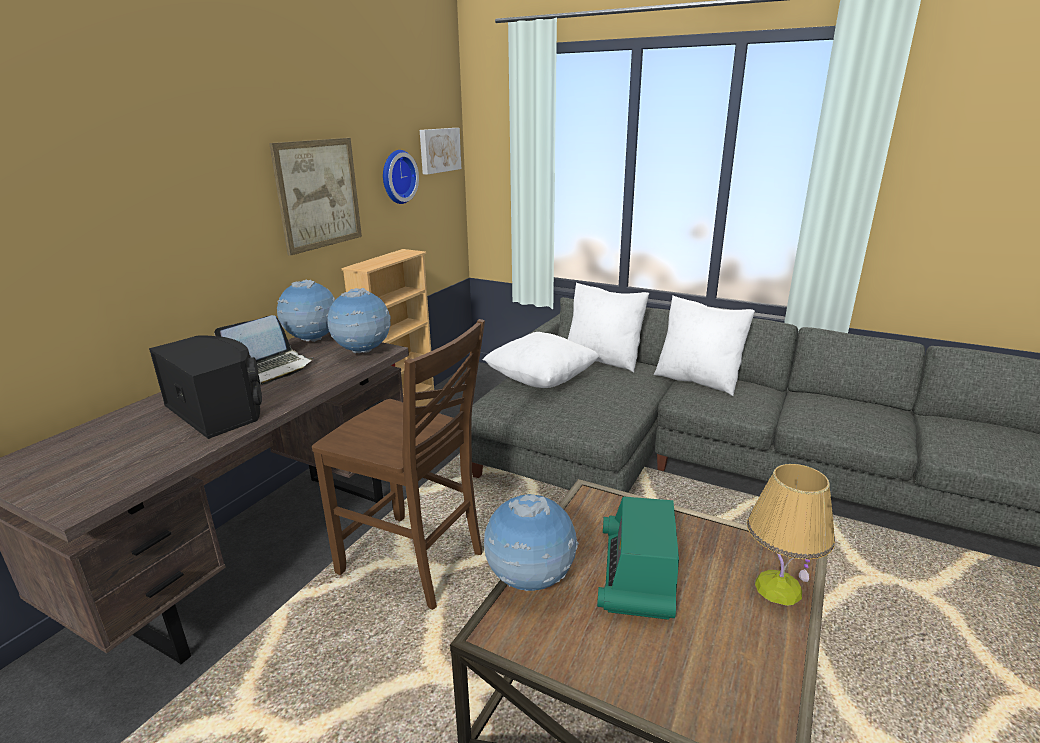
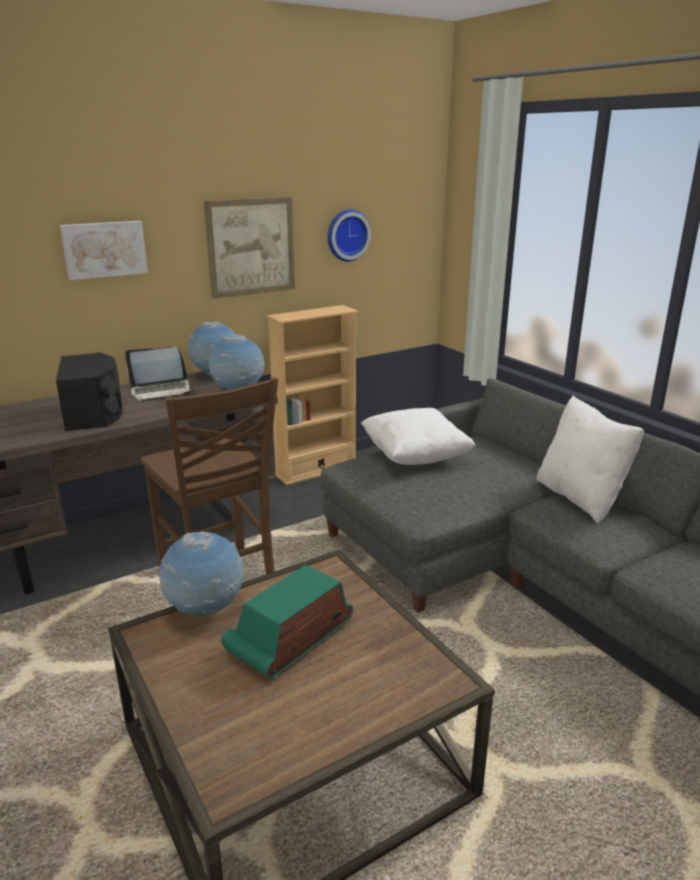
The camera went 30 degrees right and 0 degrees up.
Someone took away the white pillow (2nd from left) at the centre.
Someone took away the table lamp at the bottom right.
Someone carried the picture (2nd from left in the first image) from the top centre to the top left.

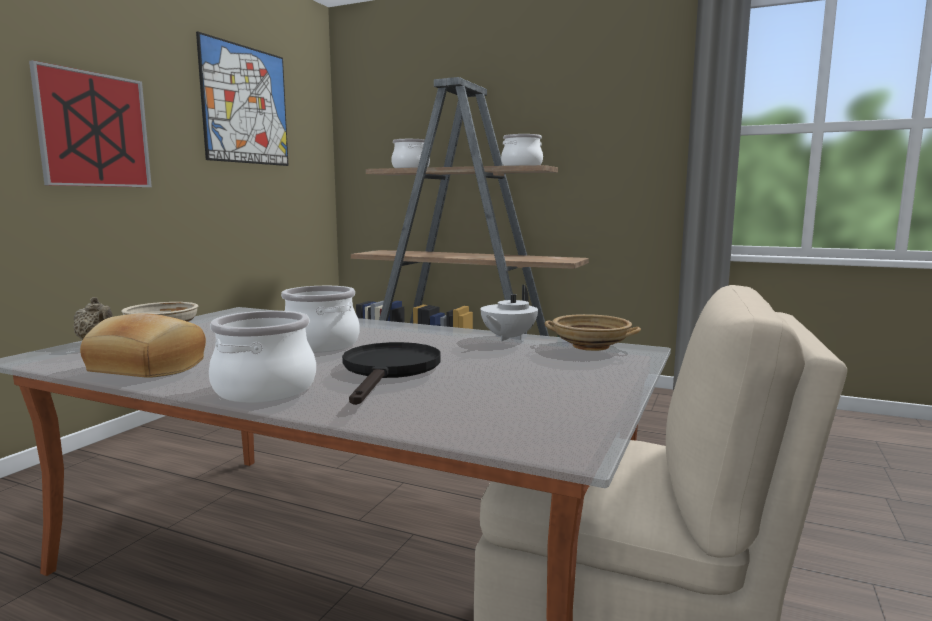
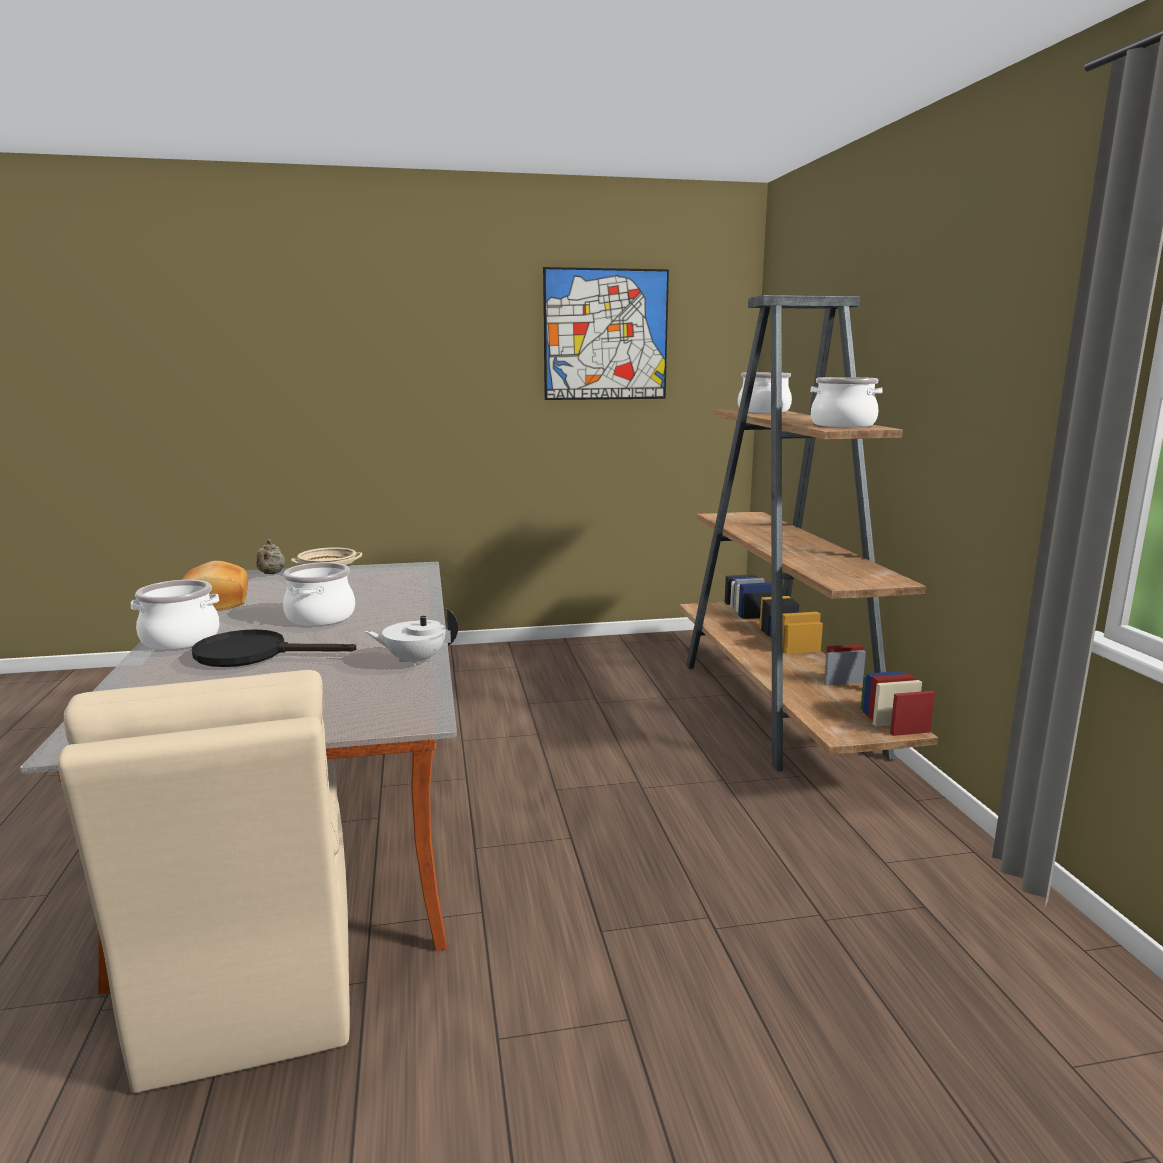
The camera went 55 degrees right and 5 degrees up.
Someone took away the picture (1st from left) at the top left.
Someone took away the beige bowl (2nd from left) at the centre.
Someone rotated the black frying pan at the centre by 150 degrees counterclockwise.

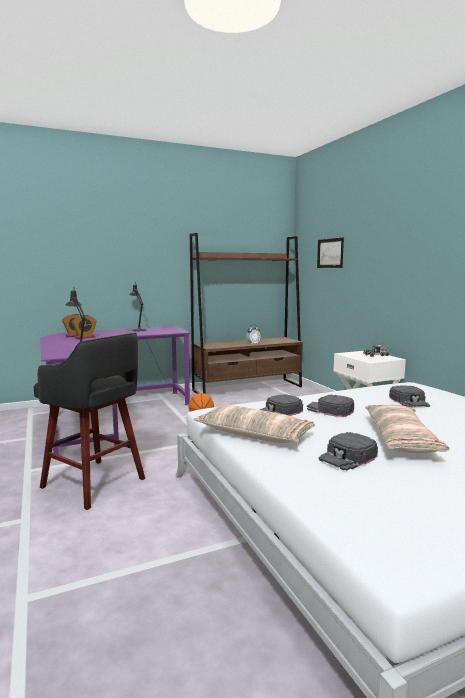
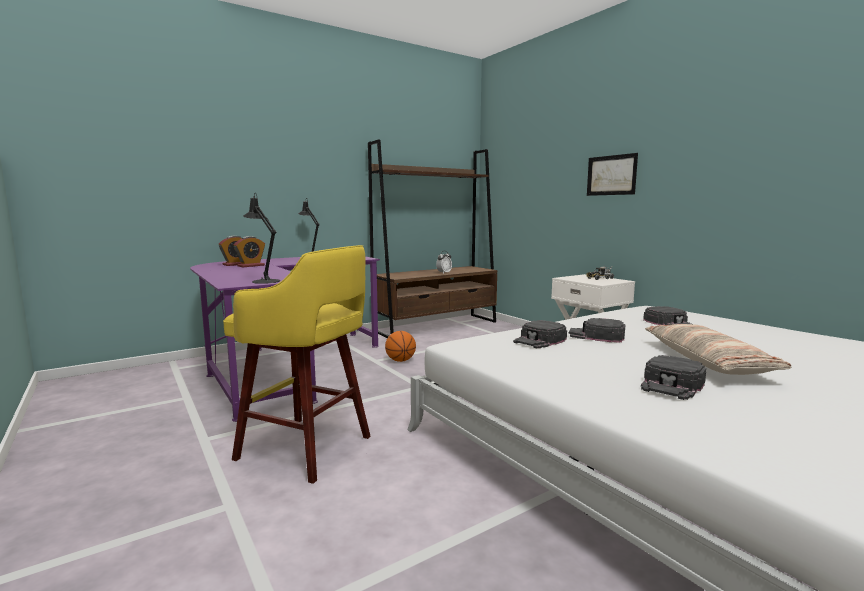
The camera went 10 degrees left and 0 degrees up.
Someone took away the pillow (1st from left) at the centre.
Someone carried the picture from the middle right to the top right.
Someone repainted the black stool at the middle left, which became the yellow stool at the centre.

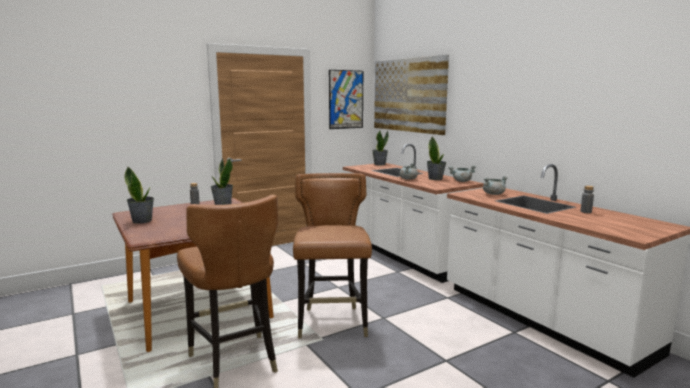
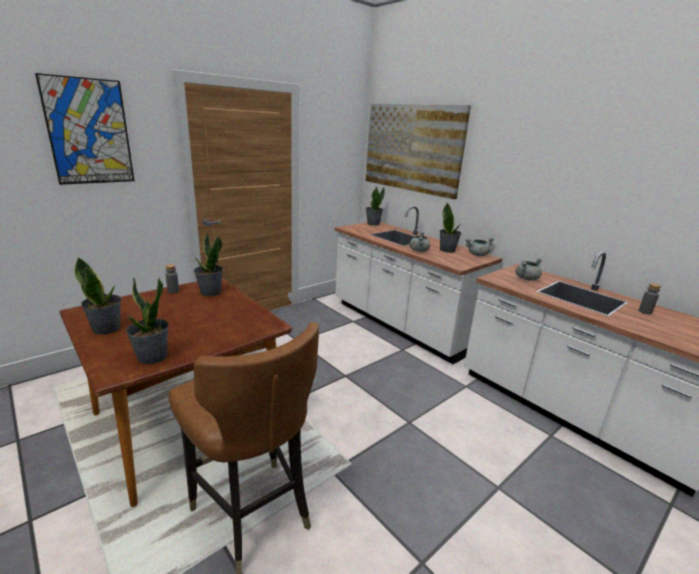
The camera went 10 degrees left and 10 degrees up.
Someone took away the brown chair (2nd from left) at the centre.
Someone put down the potted plant (2nd from left) at the middle left.
Someone carried the picture (1st from left) from the top centre to the top left.

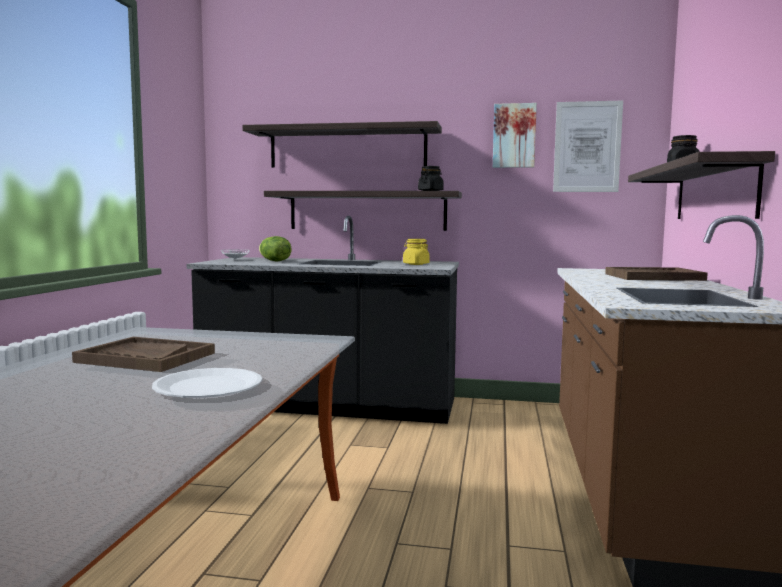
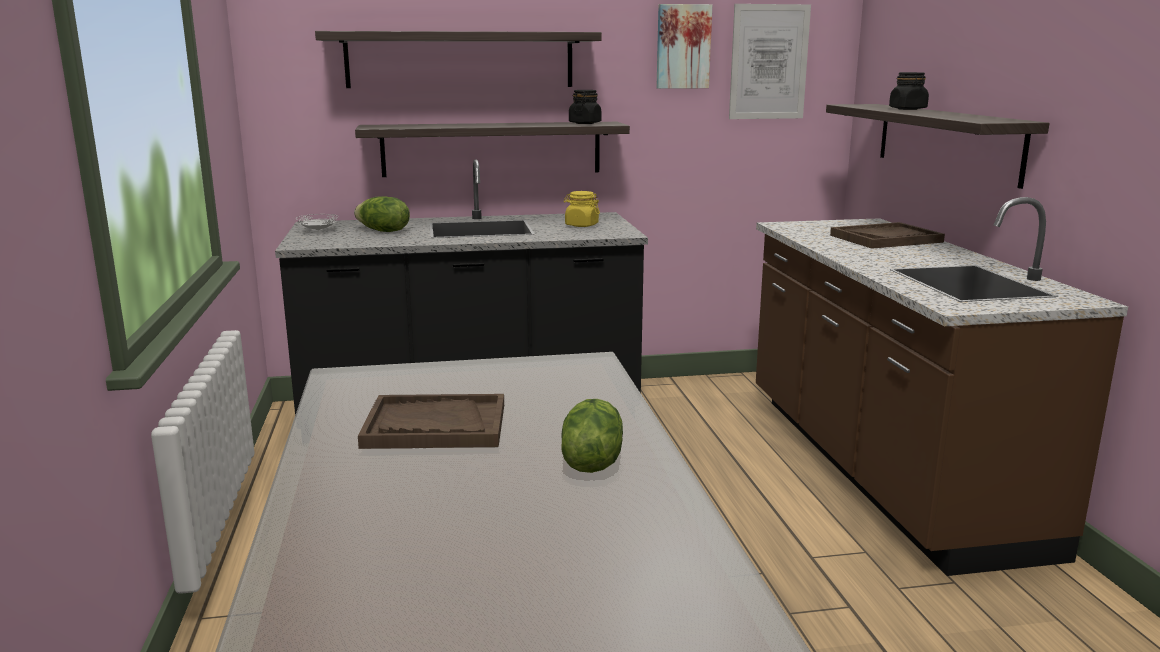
The camera went 20 degrees left and 10 degrees up.
Someone swapped the white plate (1st from left) at the middle left for the lettuce (2nd from left) at the bottom centre.

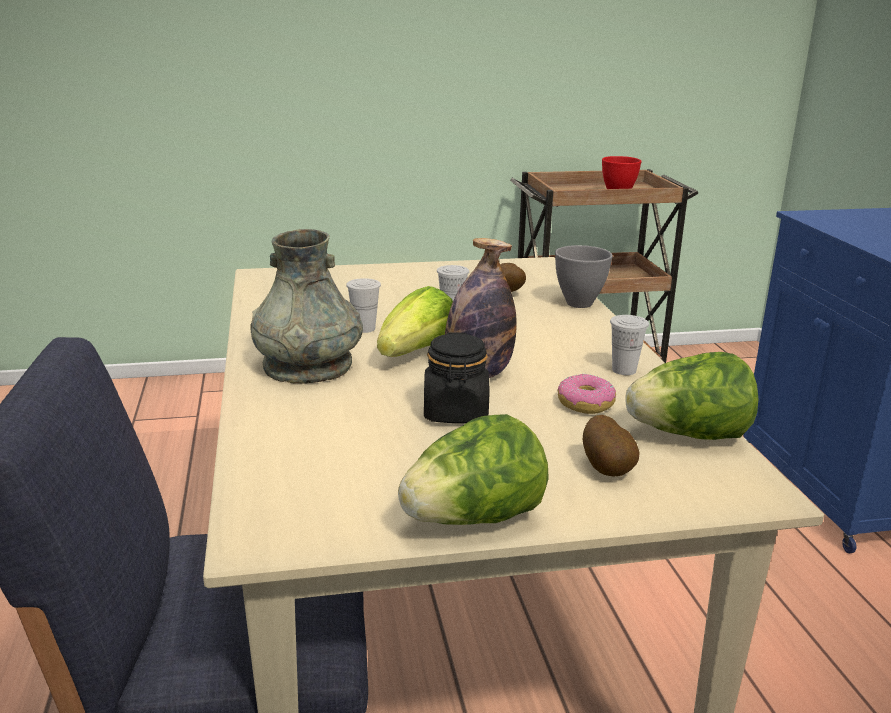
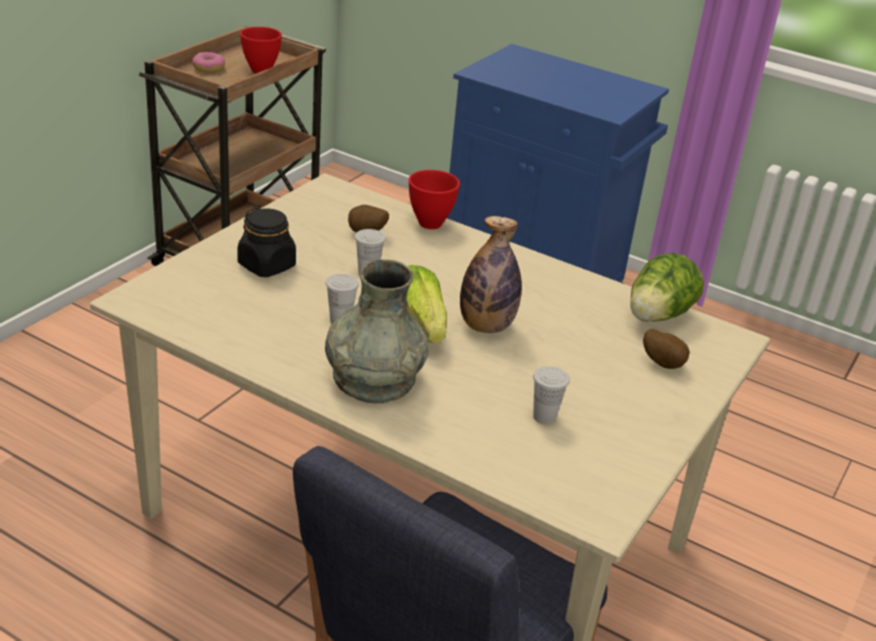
The camera went 50 degrees left and 10 degrees up.
Someone took away the lettuce (2nd from left) at the centre.
Someone carried the black jar from the centre to the middle left.
Someone carried the donut from the centre to the top left.
Someone carried the white cup (3rd from left) from the middle right to the centre.
Someone repainted the grey bowl at the centre, which became the red bowl (2nd from left) at the top centre.

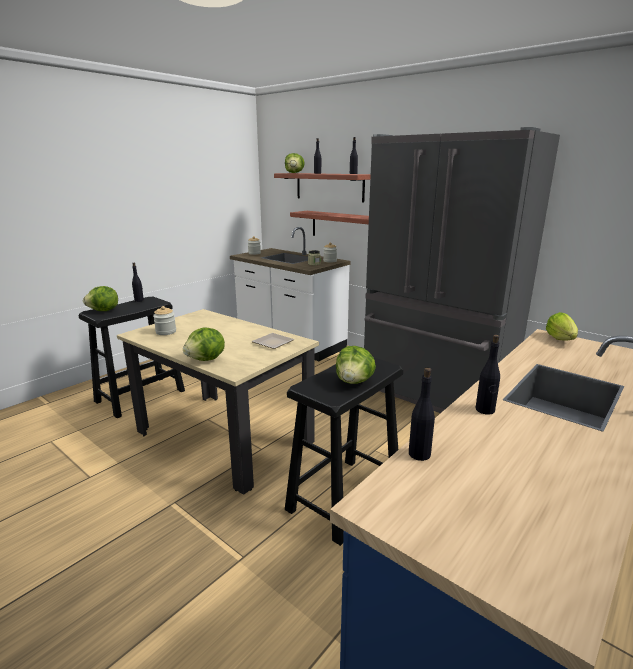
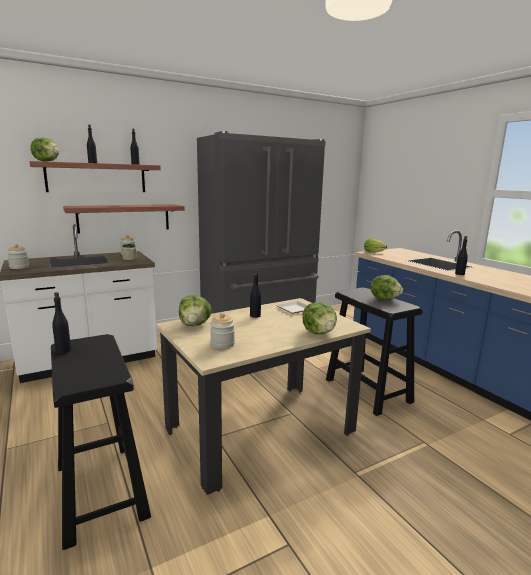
The camera went 70 degrees left and 5 degrees down.
Someone carried the lettuce (1st from left in the first image) from the middle left to the centre.
Someone carried the black bottle (4th from left) from the middle right to the centre.

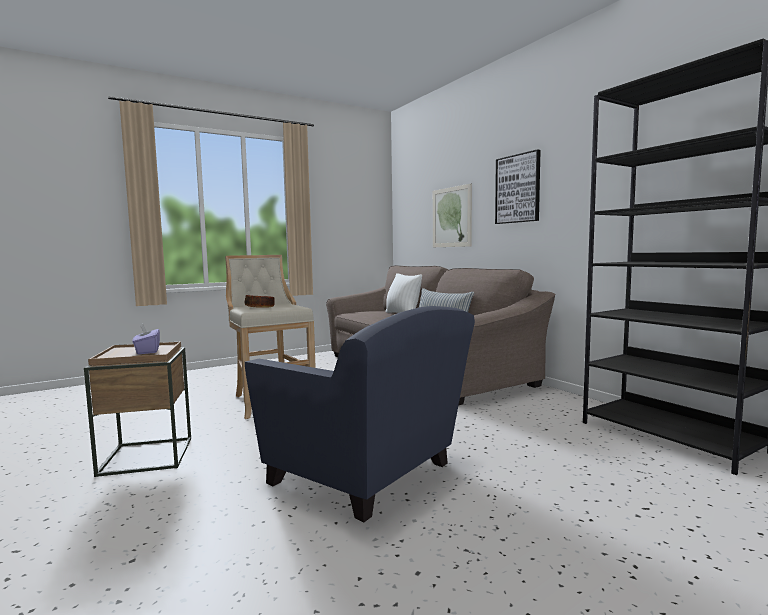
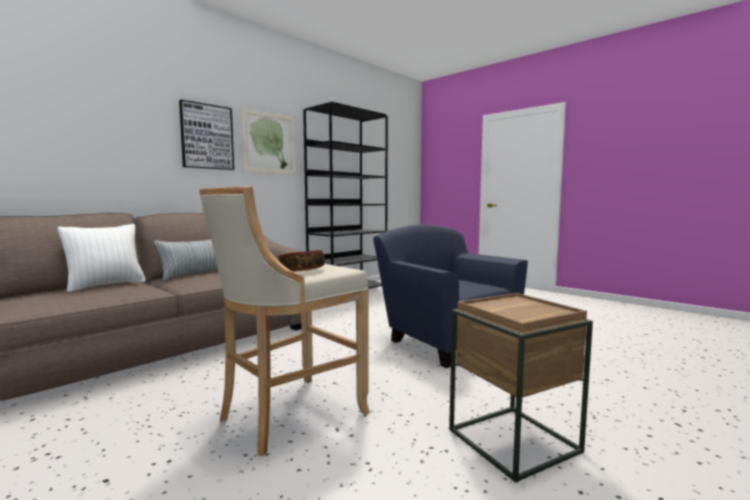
The camera went 105 degrees left and 0 degrees up.
Someone took away the purple tissue box at the middle left.
Someone carried the picture (1st from left in the first image) from the centre to the top centre.
Someone rotated the blue armchair at the bottom centre by 60 degrees counterclockwise.

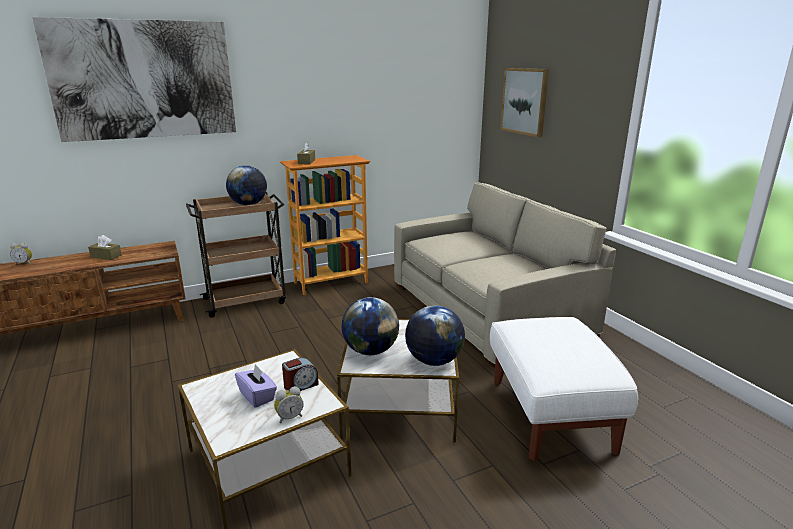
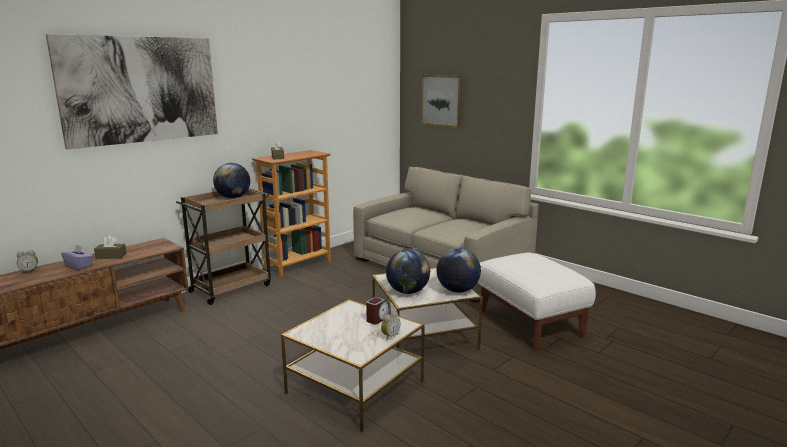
The camera went 20 degrees left and 5 degrees down.
Someone carried the purple tissue box from the bottom left to the middle left.

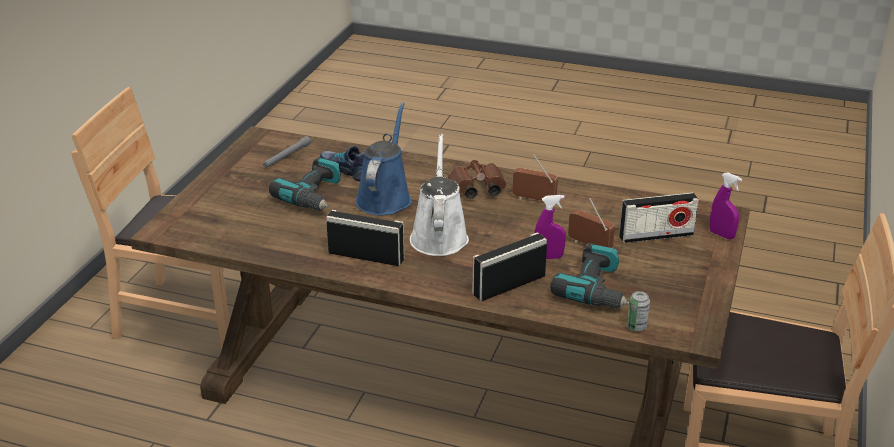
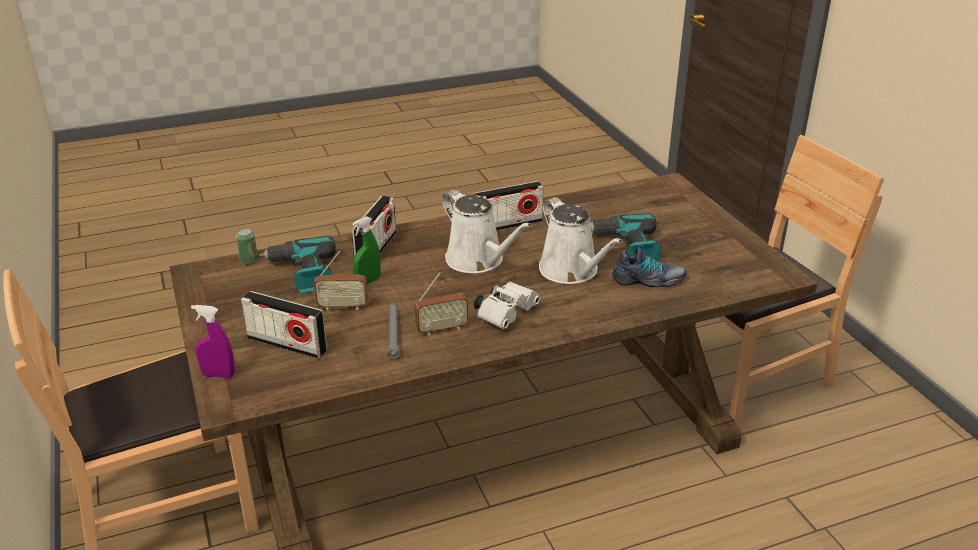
The camera went 140 degrees right and 0 degrees up.
Someone carried the grey flashlight from the middle left to the centre.
Someone repainted the blue watering can at the centre, which became the white watering can (2nd from left) at the centre.
Someone repainted the brown binoculars at the centre, which became the white binoculars at the centre.
Someone repainted the purple spray bottle (1st from left) at the centre, which became the green spray bottle at the centre.
Someone rotated the radio (5th from left in the first image) at the middle right by 105 degrees counterclockwise.

